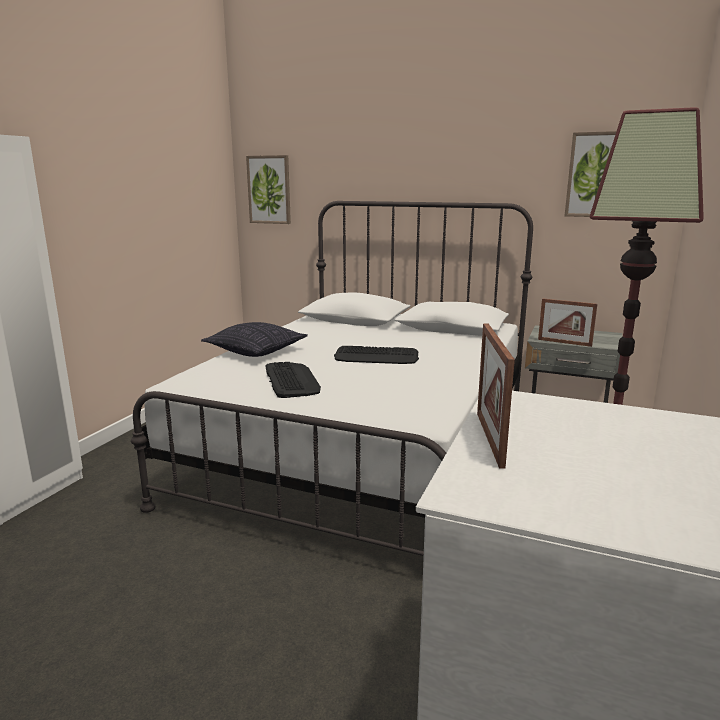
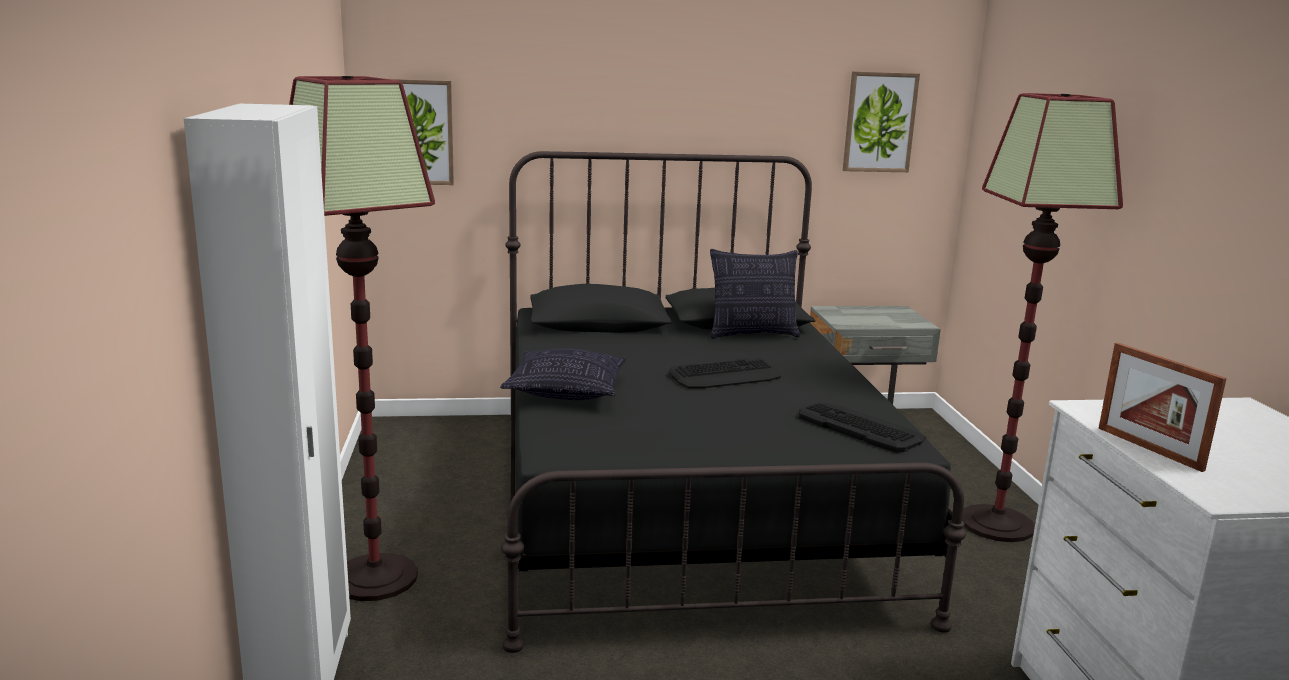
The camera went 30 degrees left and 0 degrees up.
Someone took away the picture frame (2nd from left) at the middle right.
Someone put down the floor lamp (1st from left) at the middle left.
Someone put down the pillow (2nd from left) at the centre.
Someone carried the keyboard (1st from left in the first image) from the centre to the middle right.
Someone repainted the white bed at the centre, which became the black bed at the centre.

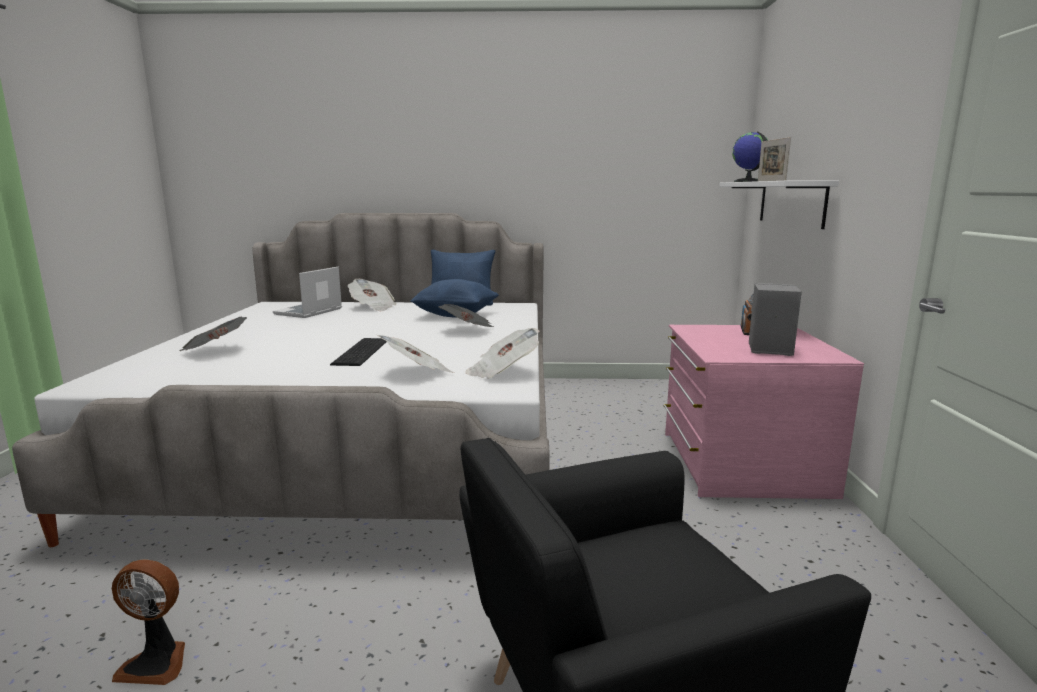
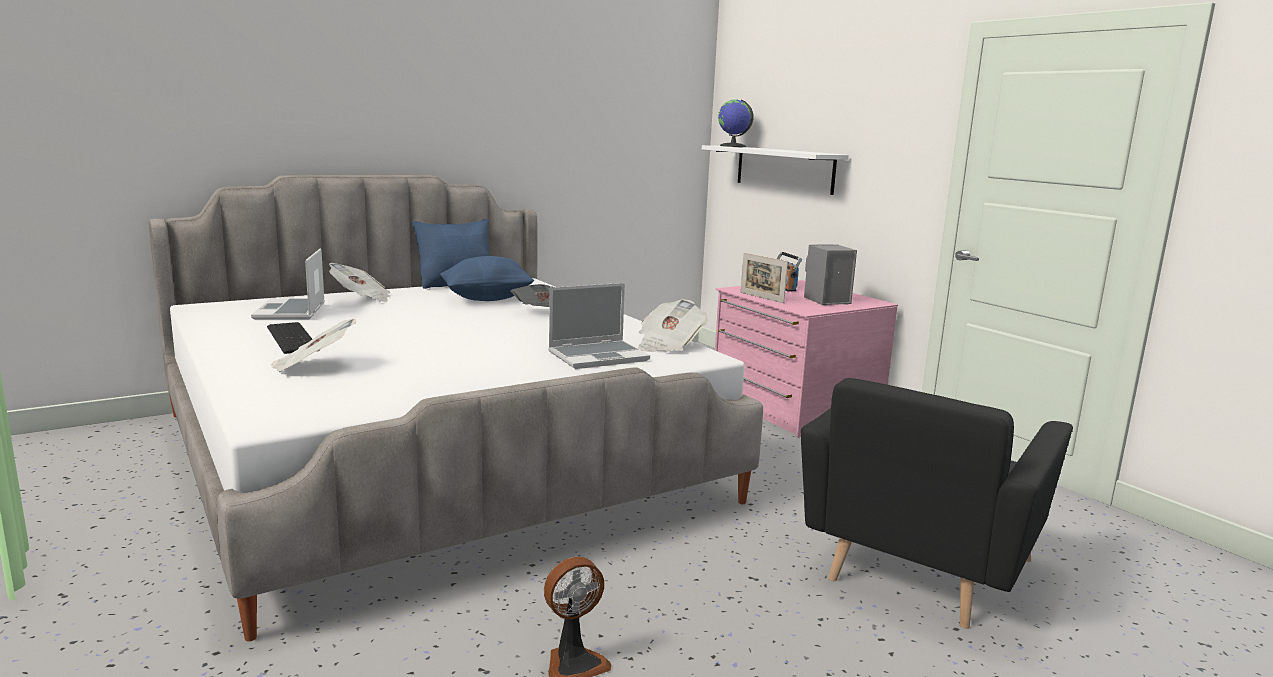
The camera went 35 degrees left and 0 degrees up.
Someone carried the keyboard from the centre to the middle left.
Someone carried the picture frame from the top right to the centre.
Someone swapped the newspaper (3rd from left) at the centre for the laptop (2nd from left) at the centre.

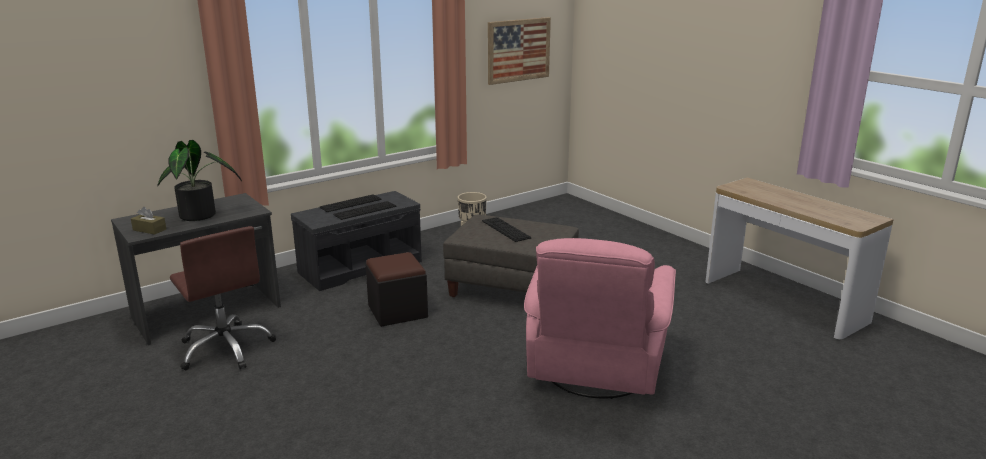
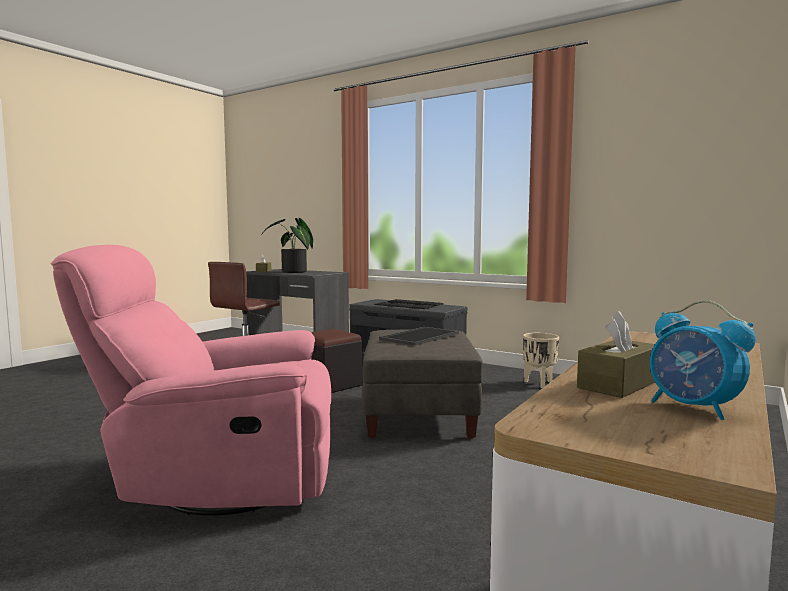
The camera went 70 degrees right and 15 degrees down.
Someone took away the picture at the top centre.
Someone put down the brown tissue box (2nd from left) at the middle right.
Someone put down the alarm clock at the middle right.
Someone swapped the keyboard (3rd from left) at the centre for the tray at the centre.

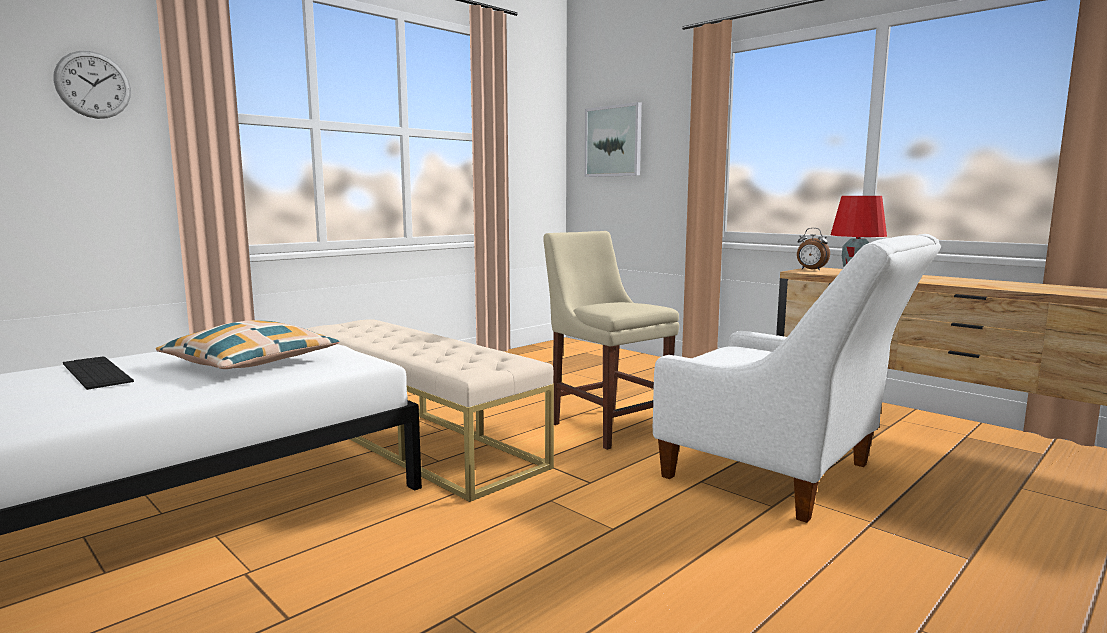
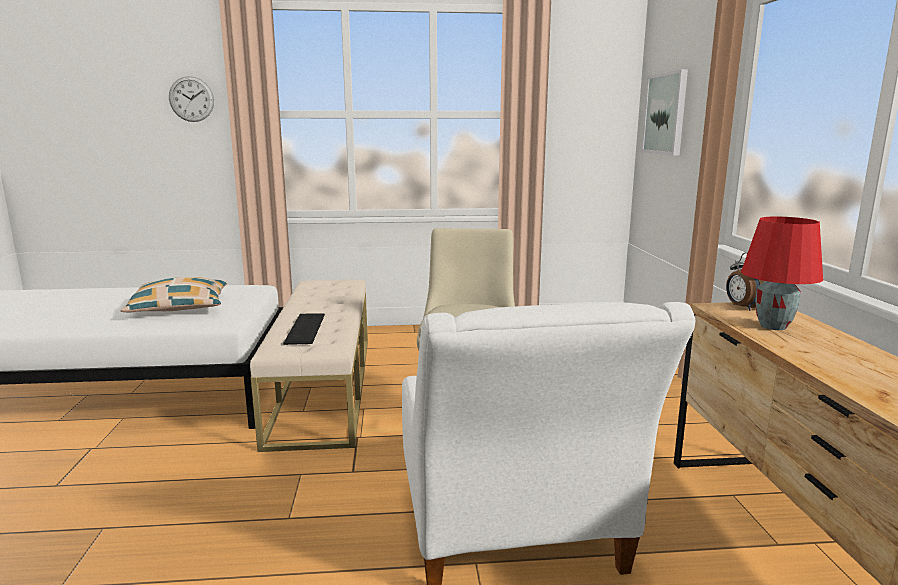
The camera went 40 degrees right and 5 degrees up.
Someone carried the keyboard from the middle left to the centre.

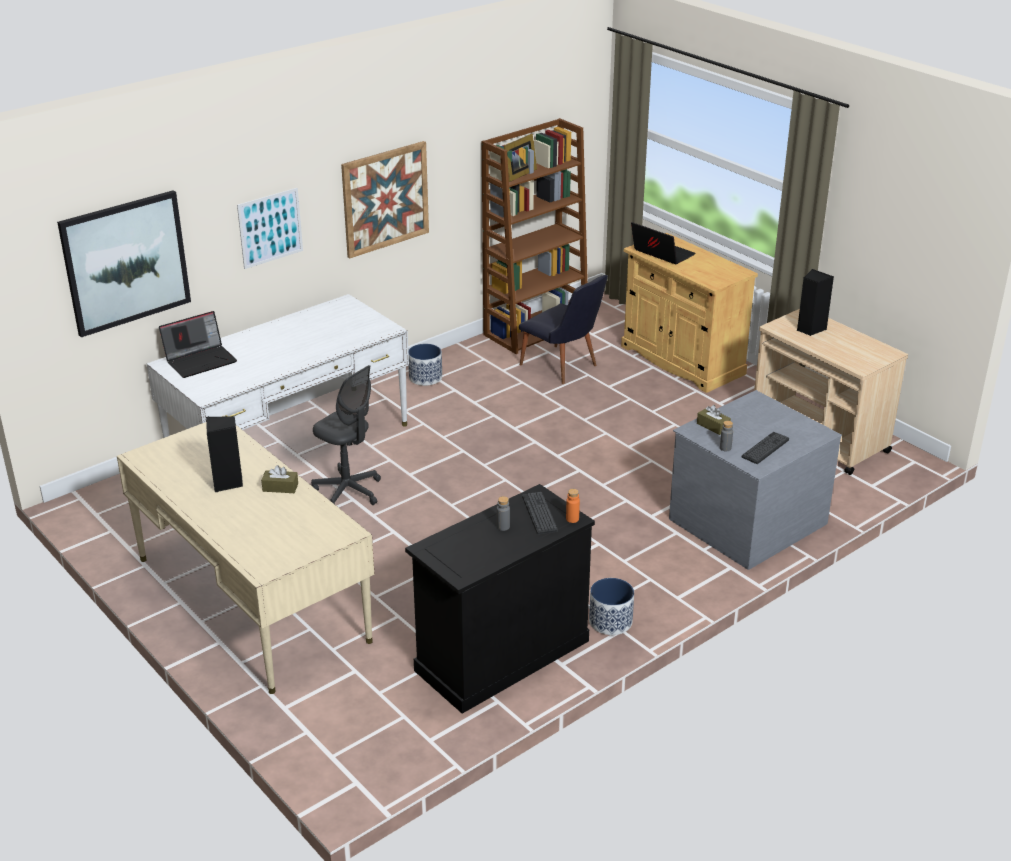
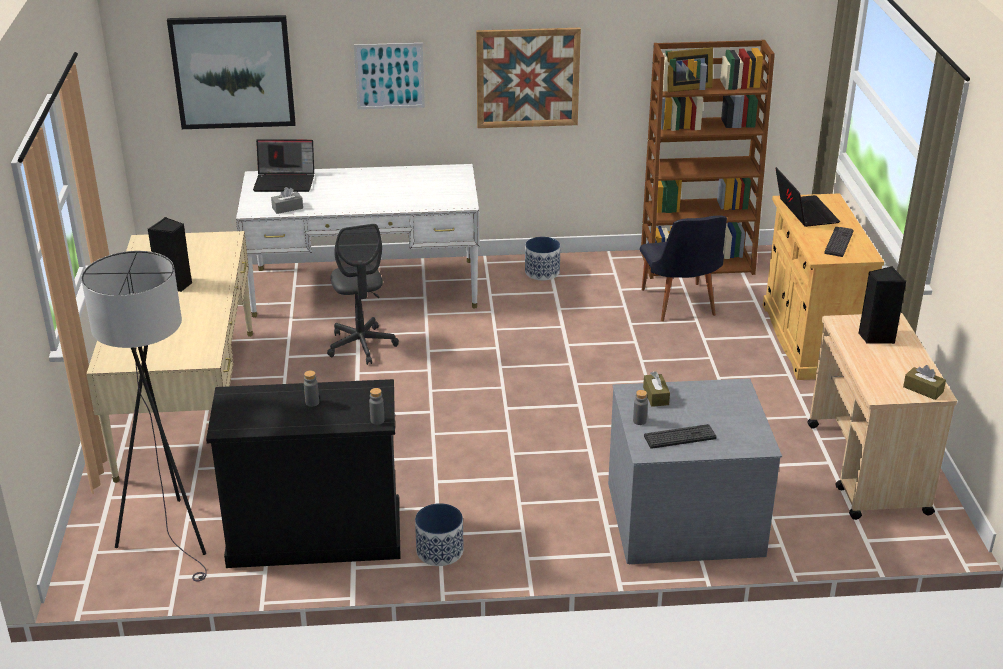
The camera went 35 degrees right and 0 degrees up.
Someone put down the grey floor lamp at the middle left.
Someone put down the grey tissue box at the top left.
Someone carried the brown tissue box (1st from left in the first image) from the middle left to the middle right.
Someone carried the keyboard (1st from left in the first image) from the centre to the middle right.
Someone repainted the orange bottle at the centre, which became the grey bottle (2nd from left) at the centre.

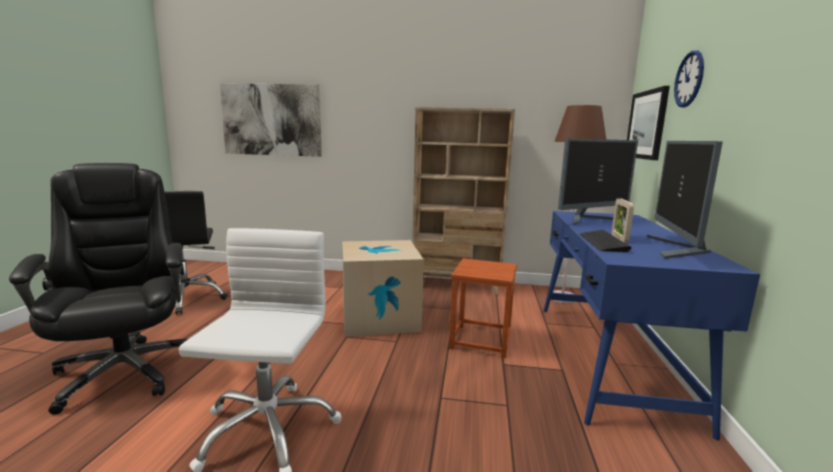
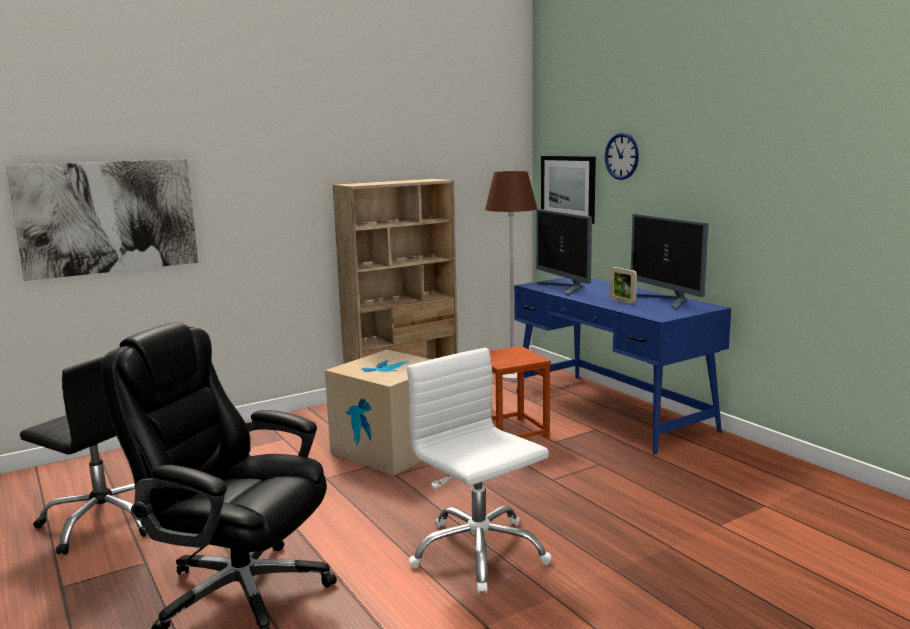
The camera went 40 degrees left and 0 degrees up.
Someone took away the keyboard at the middle right.
Someone rotated the monitor (1st from left) at the middle right by 135 degrees clockwise.

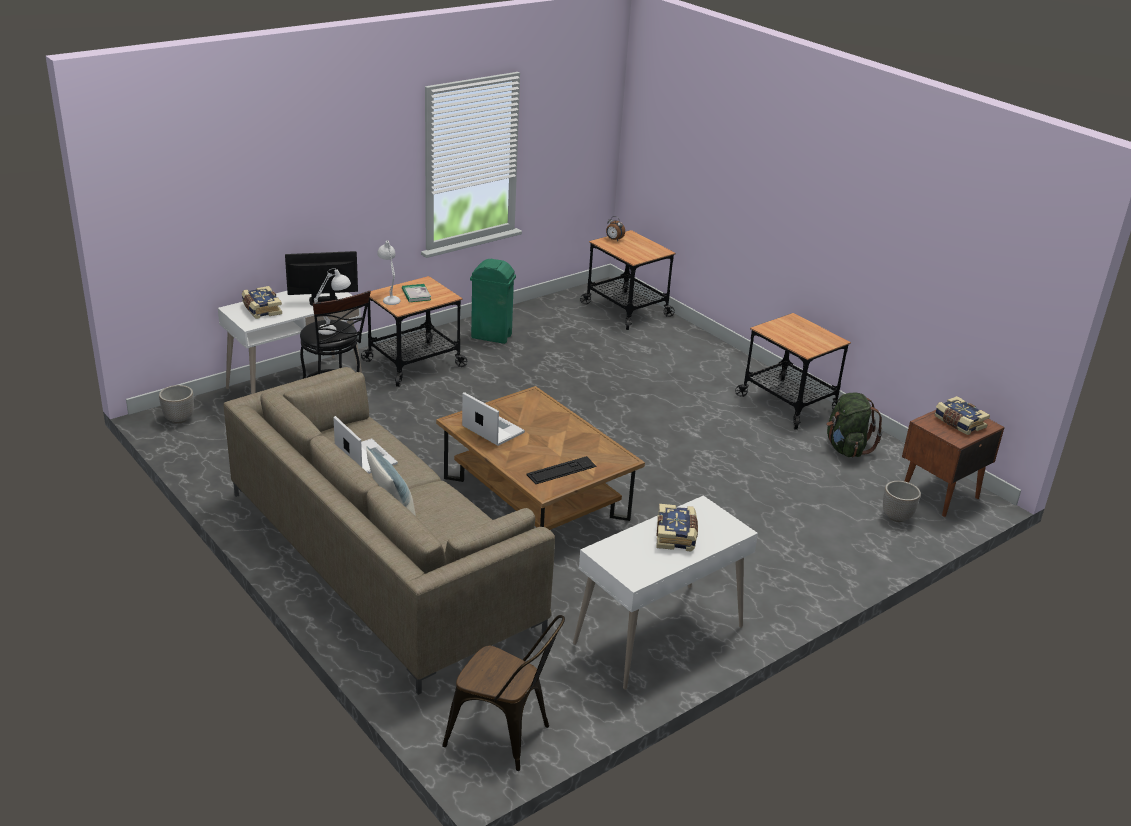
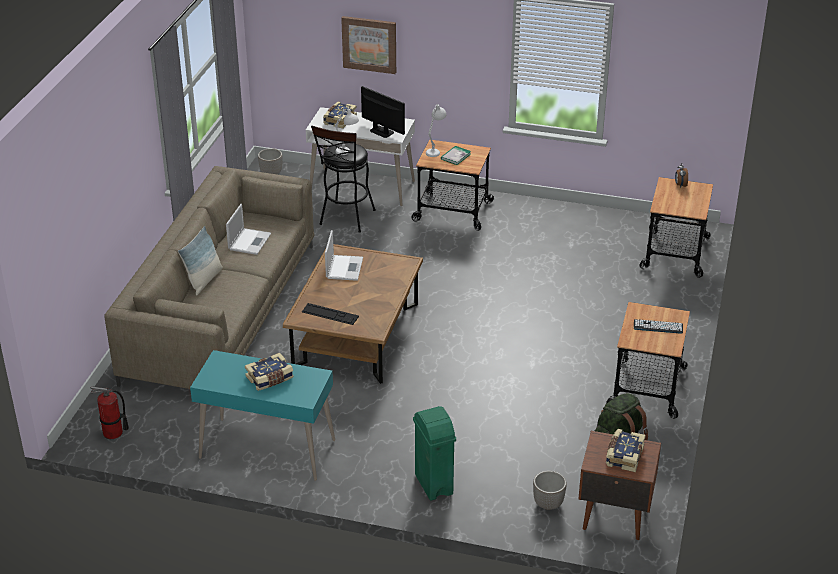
The camera went 55 degrees right and 5 degrees up.
Someone put up the picture at the top centre.
Someone put down the keyboard (2nd from left) at the middle right.
Someone carried the green trash can from the centre to the bottom centre.
Someone swapped the brown chair at the bottom centre for the fire extinguisher at the bottom left.
Someone repainted the white desk (2nd from left) at the bottom centre, which became the turquoise desk at the bottom left.

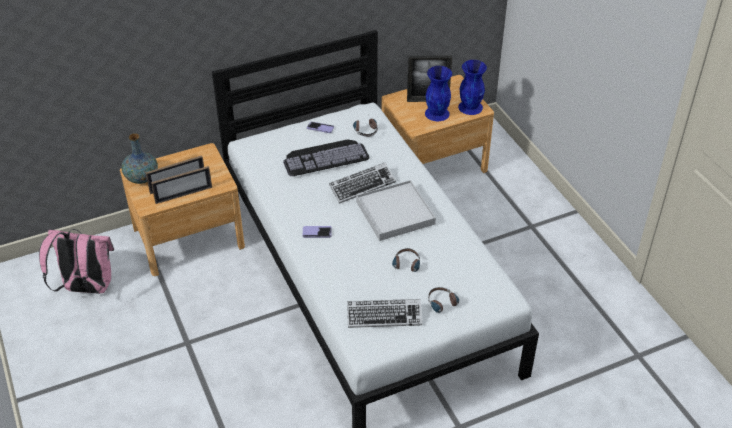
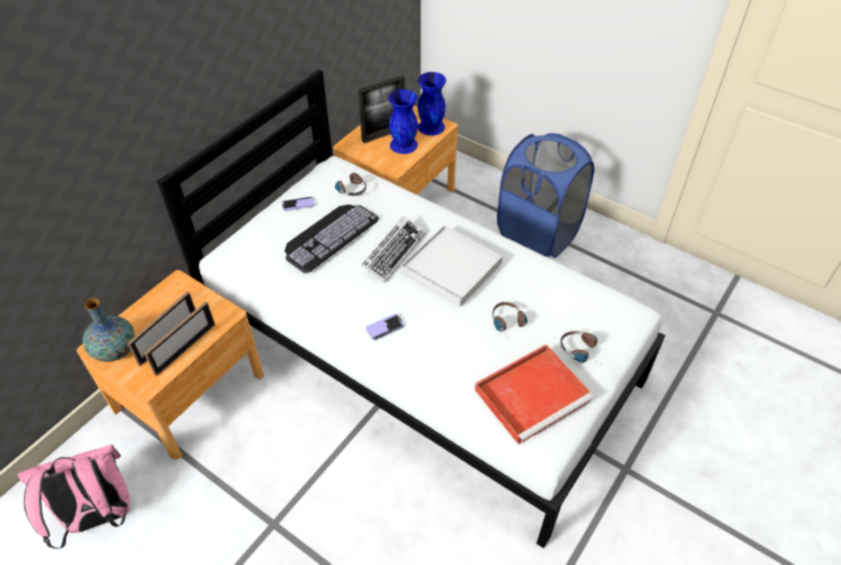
The camera went 30 degrees left and 5 degrees up.
Someone put down the blue laundry basket at the centre.
Someone swapped the keyboard (3rd from left) at the bottom centre for the red tray at the bottom centre.

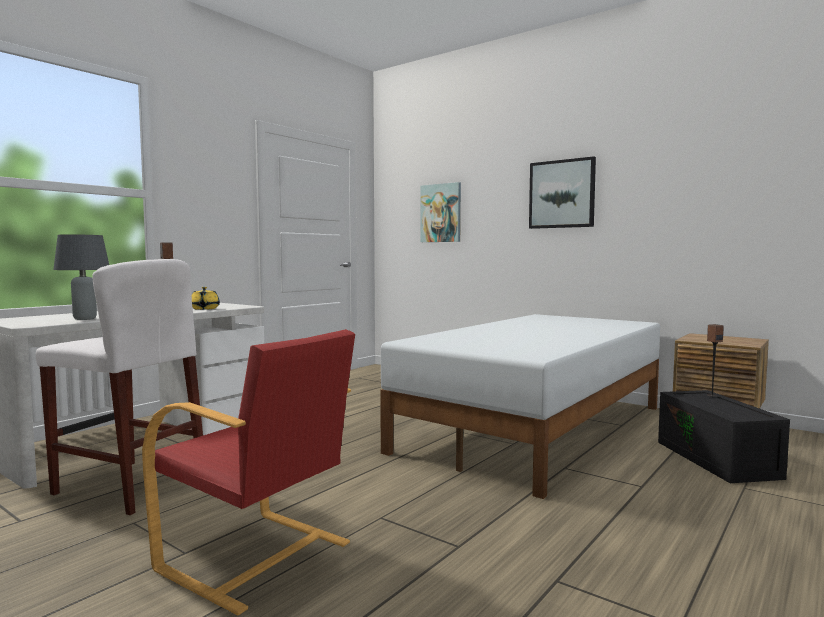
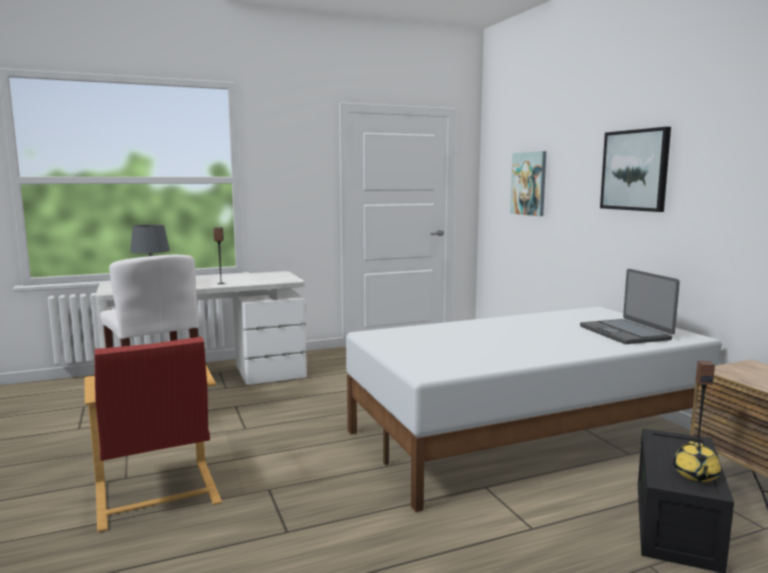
The camera went 30 degrees right and 5 degrees up.
Someone put down the laptop at the middle right.
Someone carried the yellow teapot from the middle left to the bottom right.

